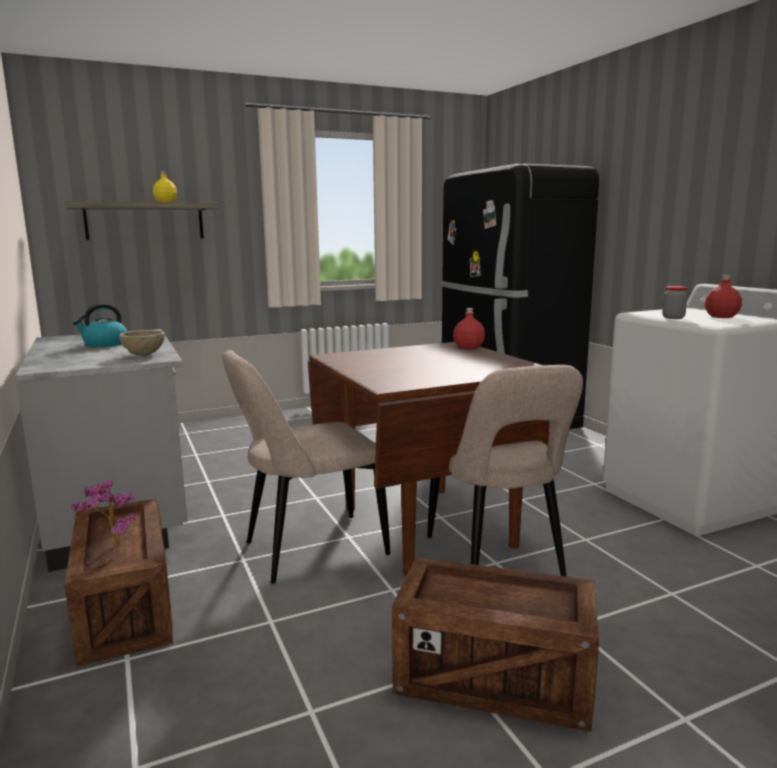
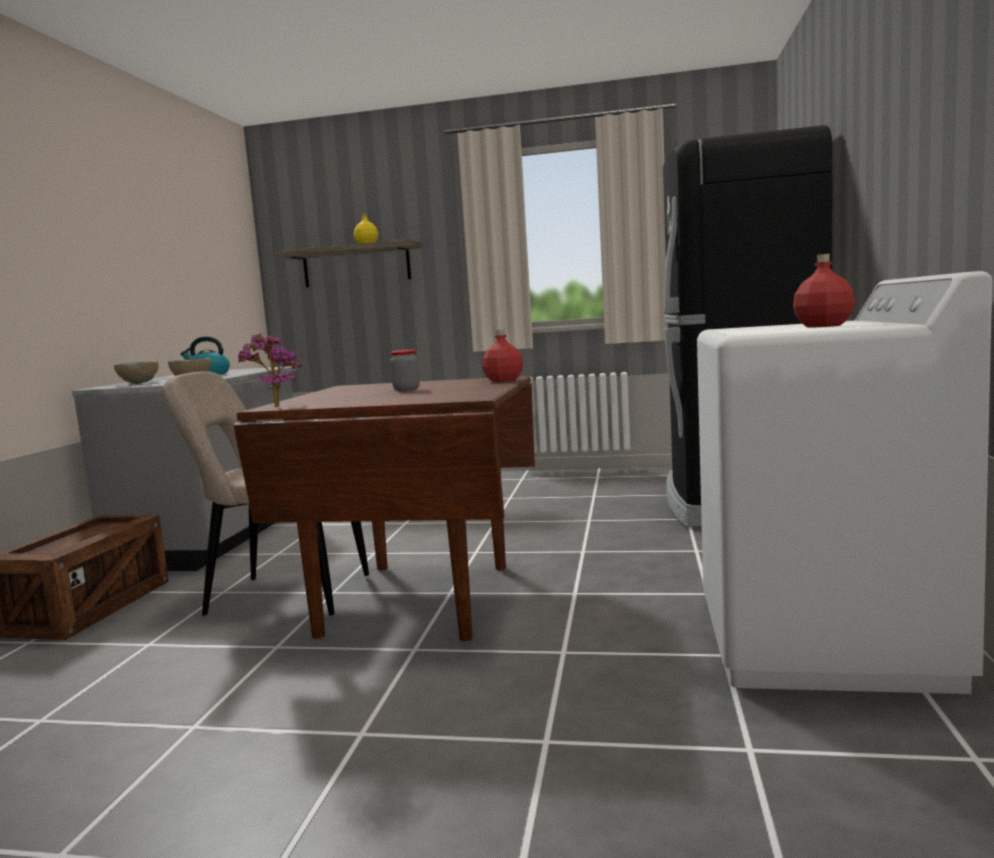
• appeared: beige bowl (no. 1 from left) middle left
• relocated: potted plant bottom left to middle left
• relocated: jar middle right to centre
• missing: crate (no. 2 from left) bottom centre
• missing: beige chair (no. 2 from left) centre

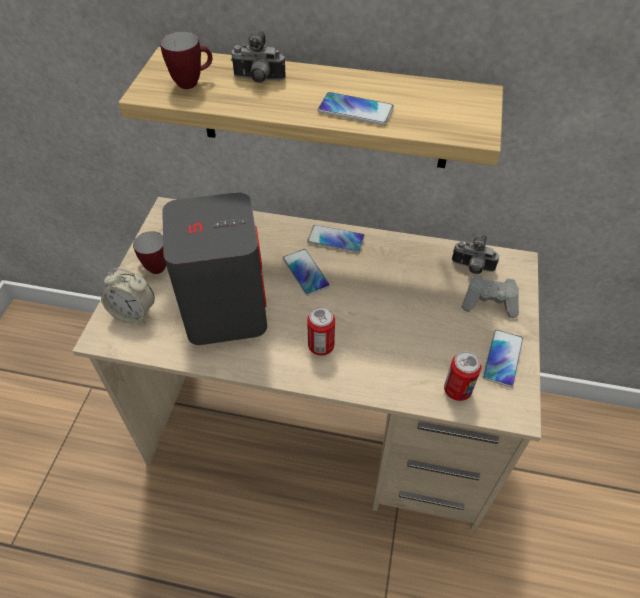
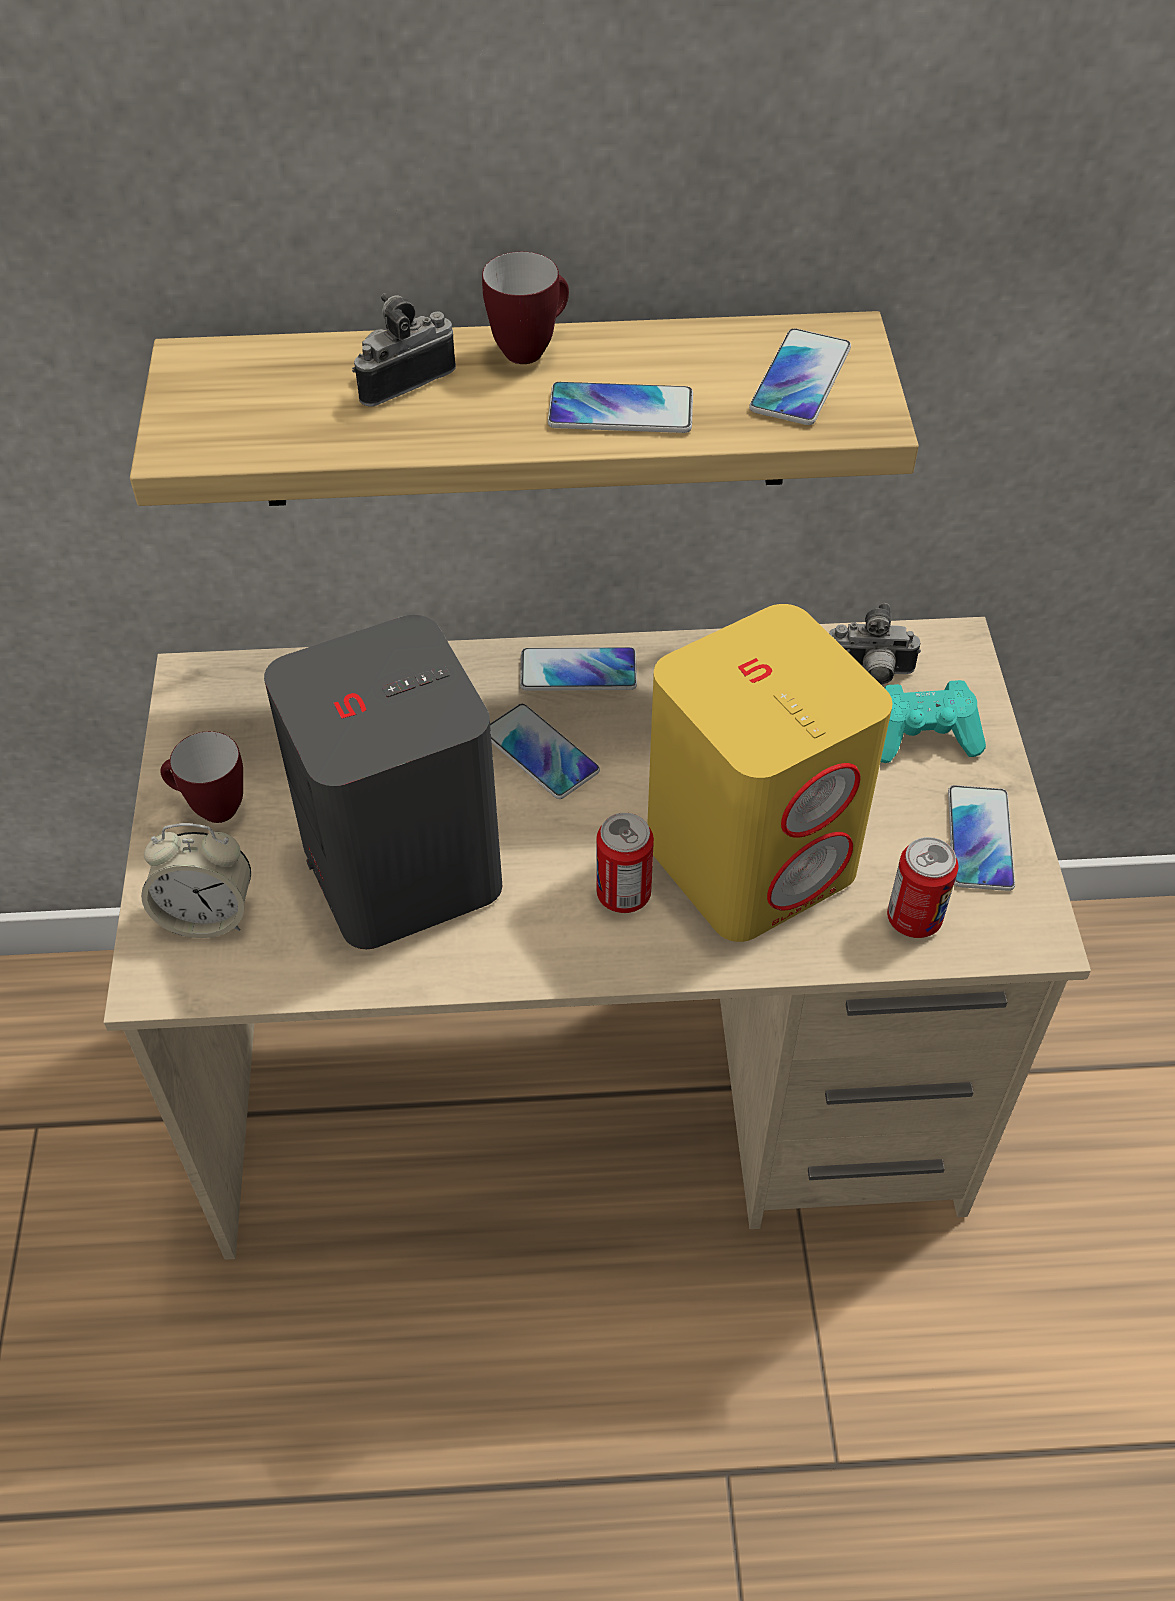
• spun: photo camera (no. 1 from left) top centre = top centre 150 degrees clockwise
• relocated: mug (no. 2 from left) top left to top centre
• appeared: yellow speaker centre
• appeared: phone (no. 4 from left) top right
• colour: grey game controller middle right to turquoise game controller middle right

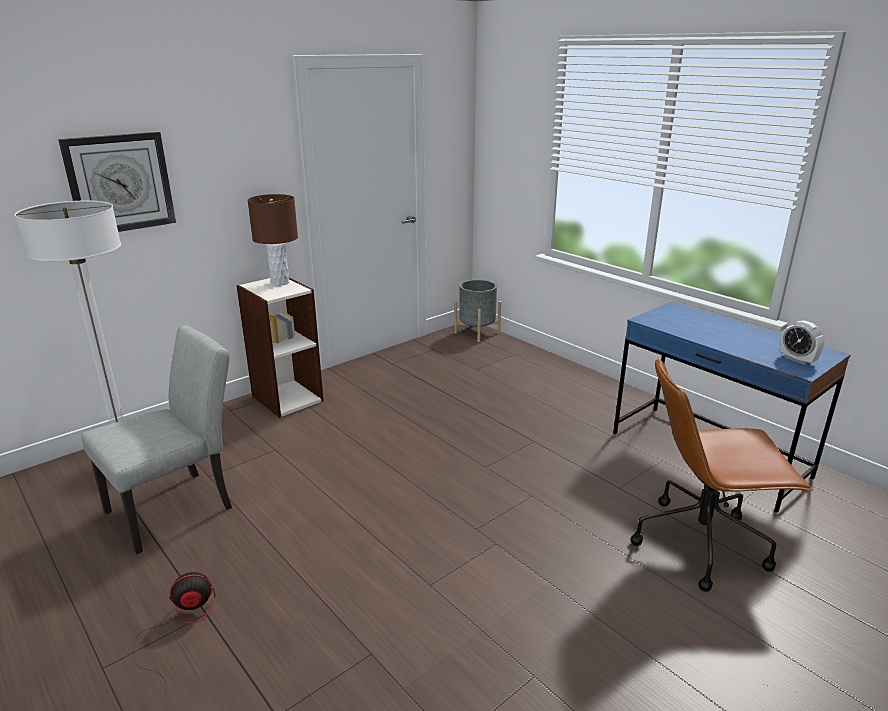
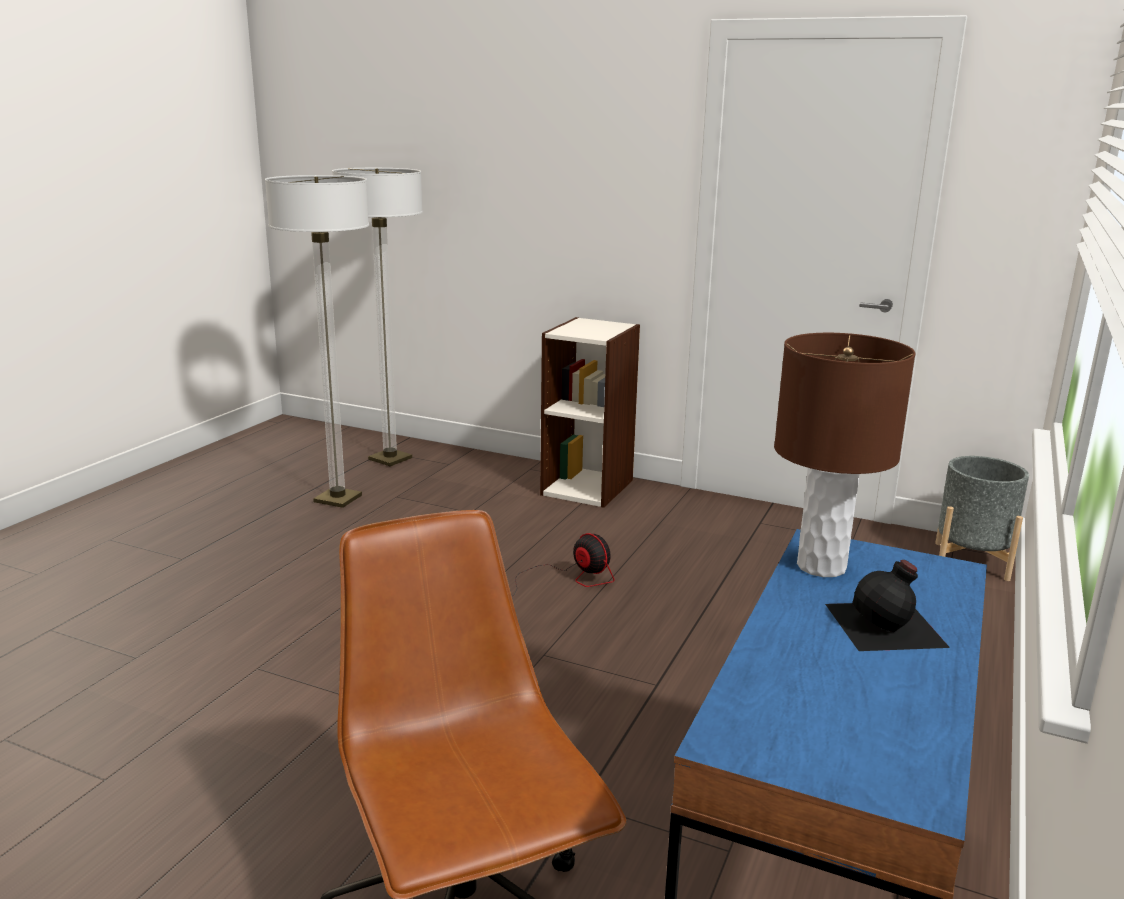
• exchanged: grey chair middle left to floor lamp (no. 1 from left) middle left
• relocated: fan bottom left to centre
• relocated: brown table lamp middle left to middle right
• appeared: black bottle bottom right
• missing: wall clock top left
• missing: alarm clock middle right

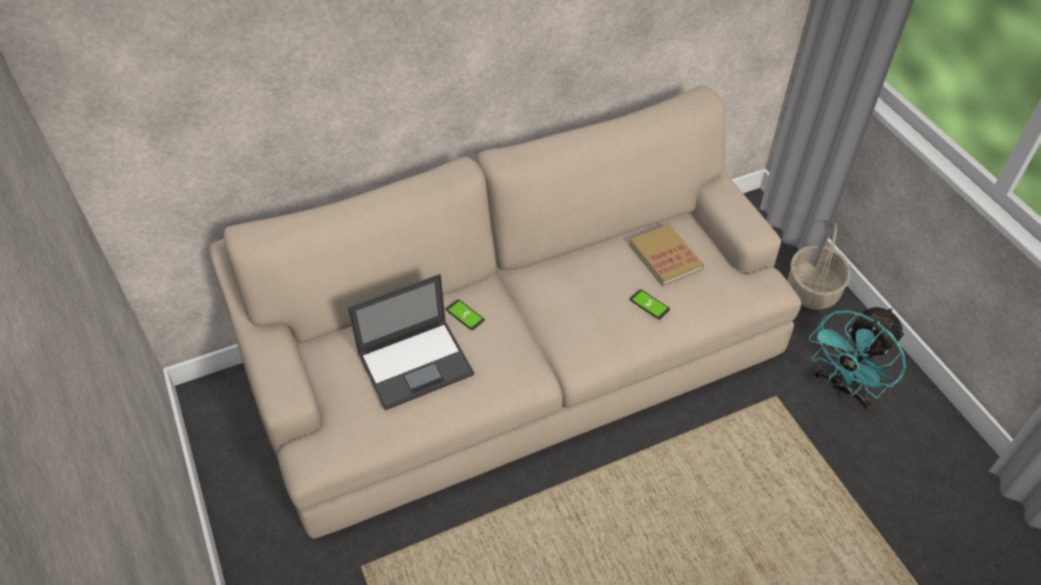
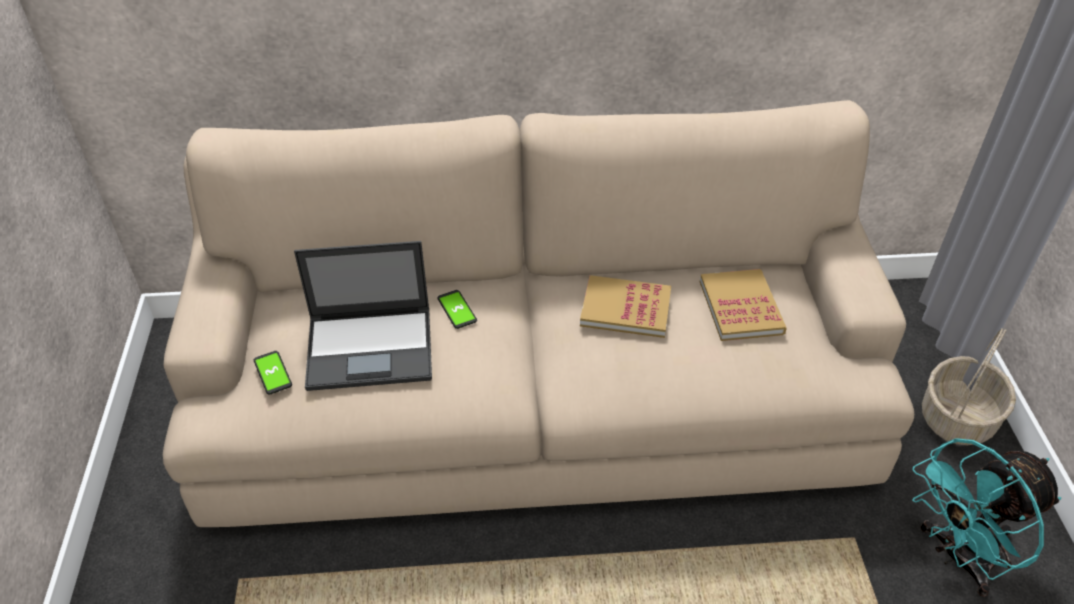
• relocated: phone (no. 2 from left in the first image) centre to phone (no. 1 from left) middle left
• appeared: book (no. 1 from left) centre

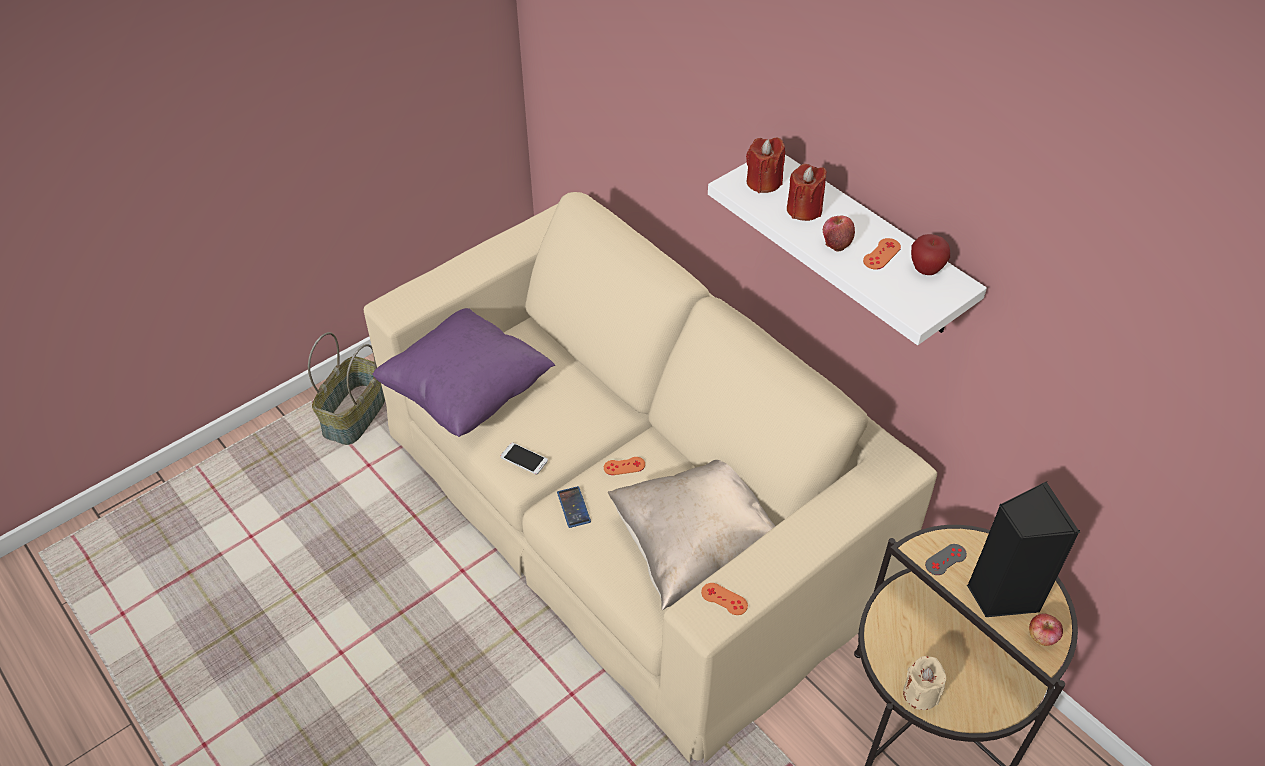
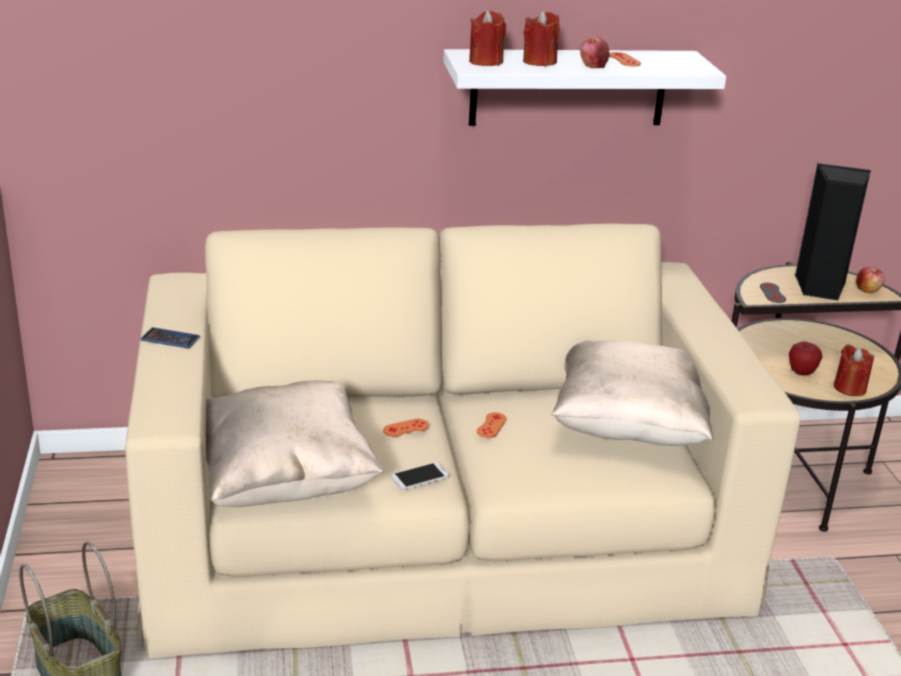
• relocated: phone (no. 2 from left in the first image) centre to phone (no. 1 from left) middle left
• colour: purple pillow centre to beige pillow (no. 1 from left) middle left
• relocated: orange game controller (no. 2 from left in the first image) bottom centre to orange game controller (no. 1 from left) centre
• relocated: apple (no. 2 from left) top right to middle right
• colour: beige candle bottom right to red candle (no. 3 from left) middle right

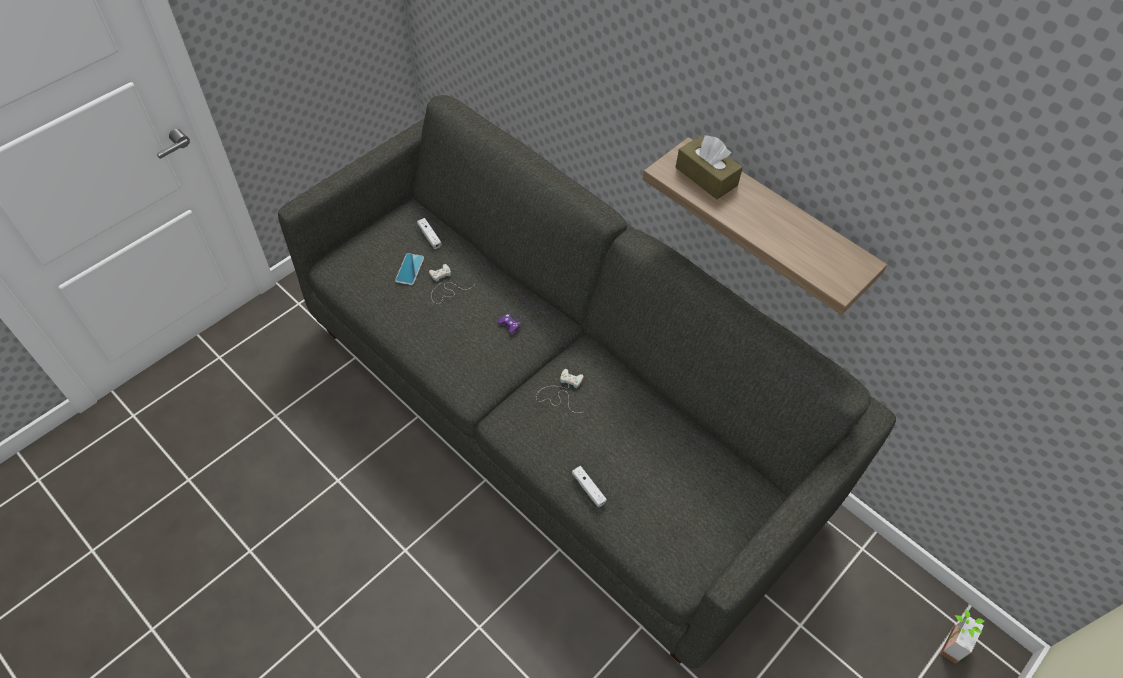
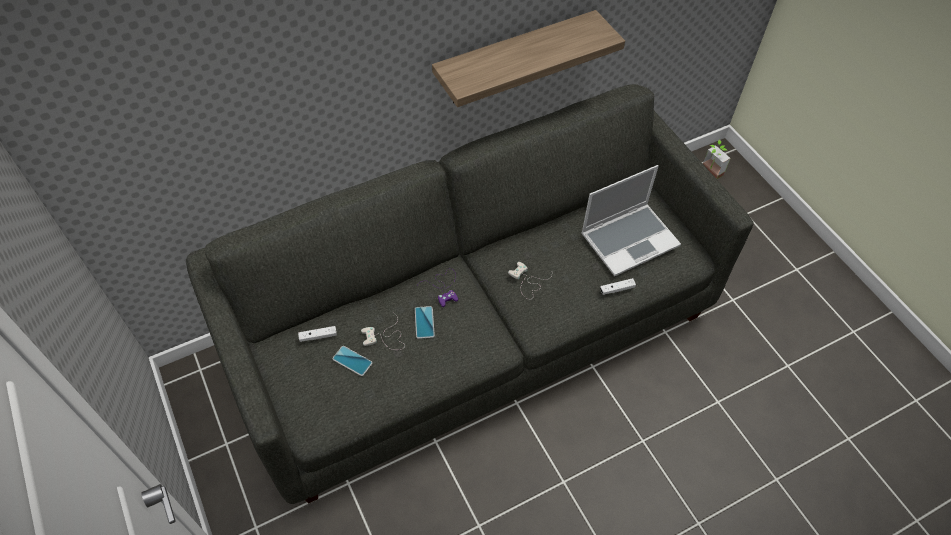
• appeared: phone (no. 2 from left) centre
• appeared: laptop centre
• missing: brown tissue box top centre

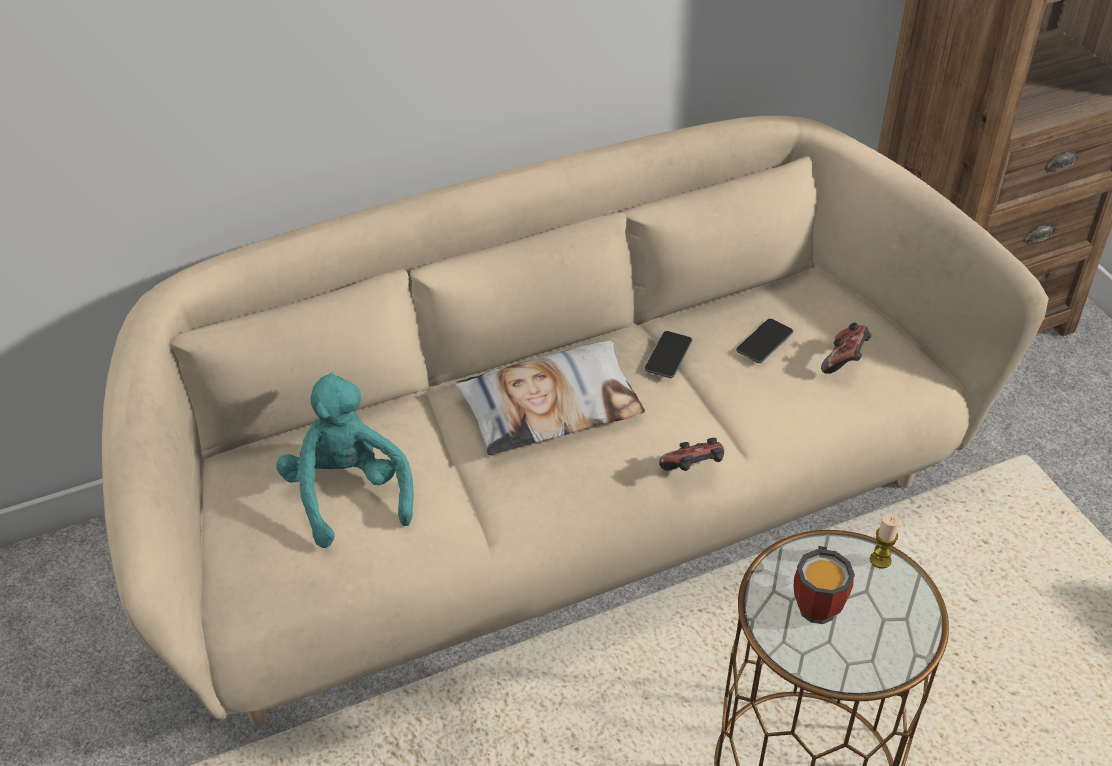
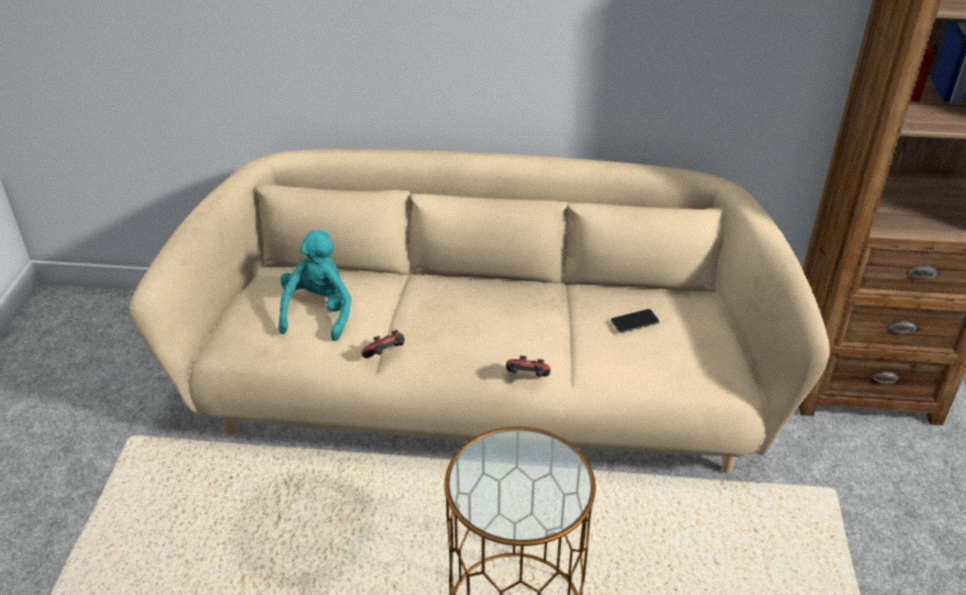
• relocated: game controller (no. 2 from left in the first image) middle right to game controller (no. 1 from left) centre
• missing: pillow centre
• missing: phone (no. 1 from left) centre
• missing: mug bottom right
• missing: candle bottom right

